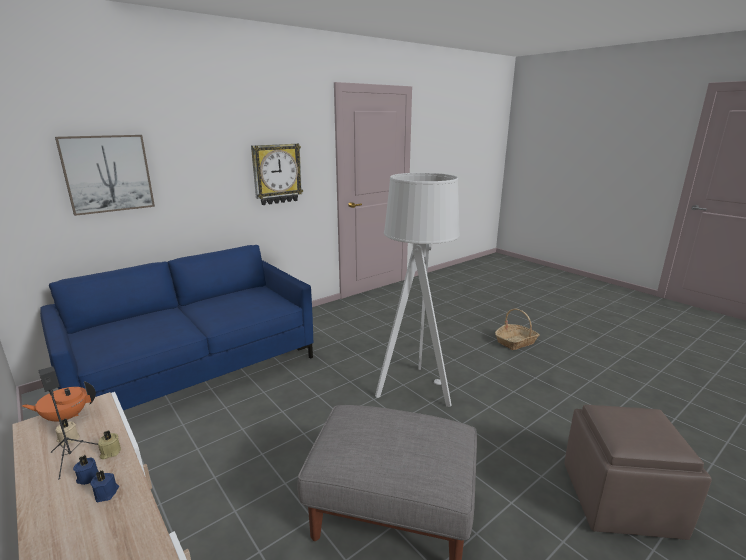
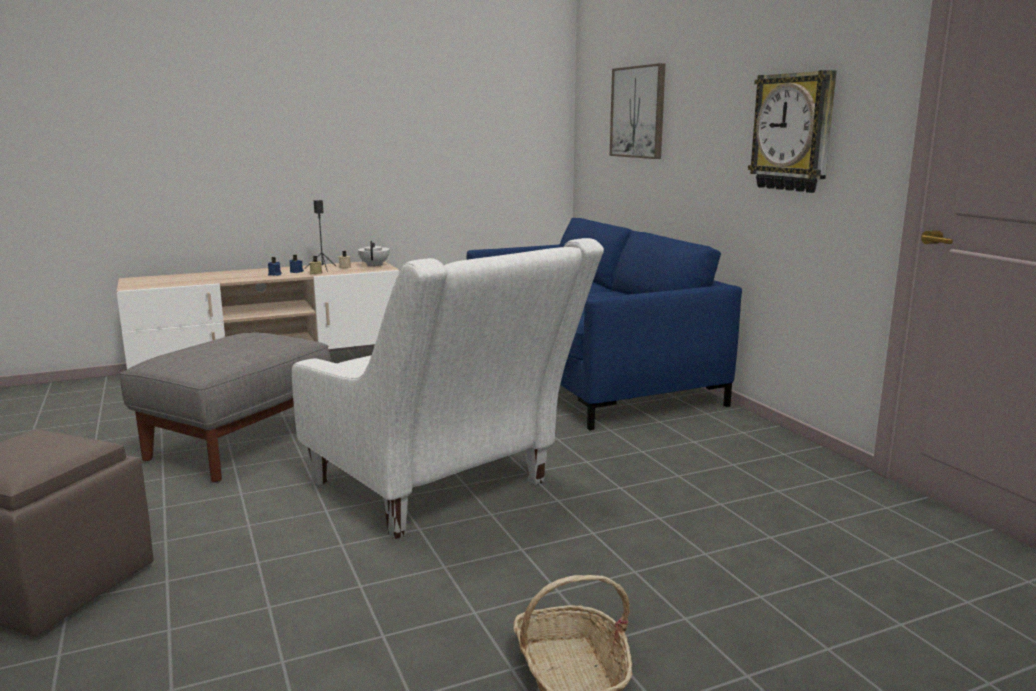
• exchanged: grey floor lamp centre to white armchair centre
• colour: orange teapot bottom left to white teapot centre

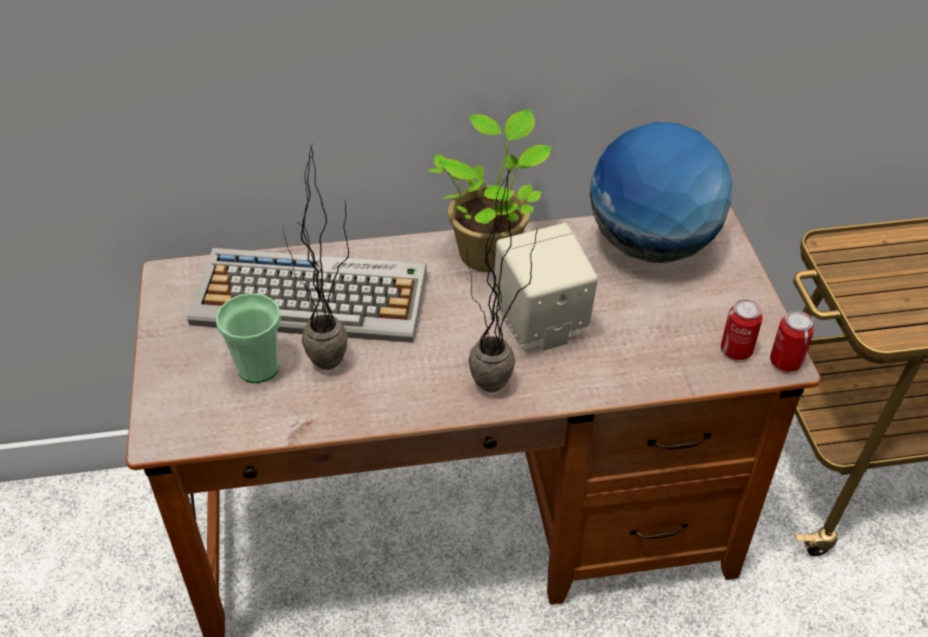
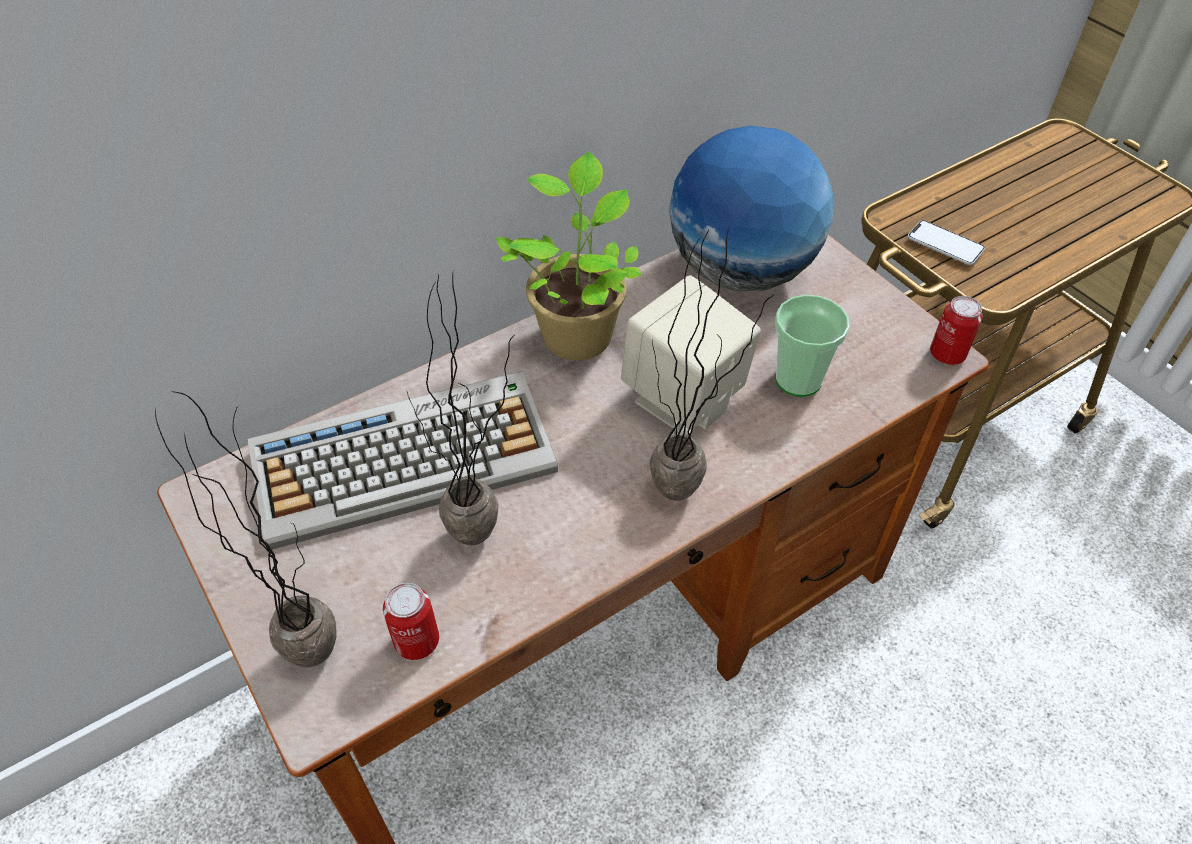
• appeared: potted plant (no. 1 from left) middle left
• relocated: can (no. 1 from left) middle right to bottom centre
• relocated: cup middle left to middle right
• appeared: phone top right

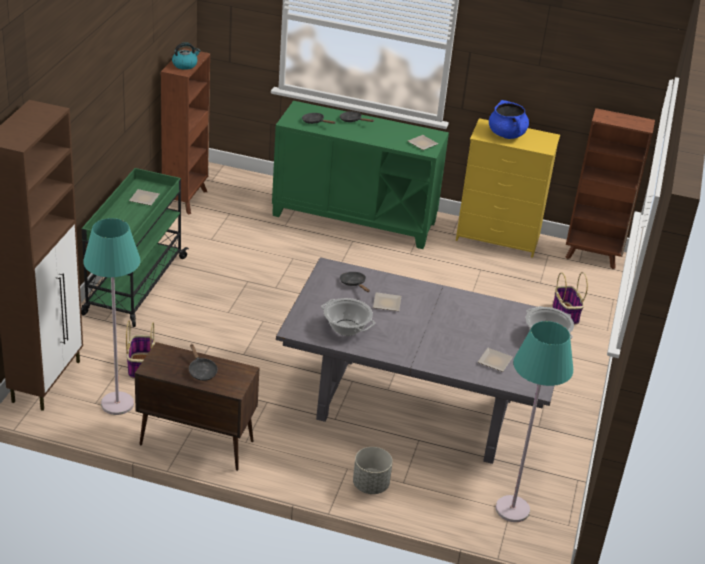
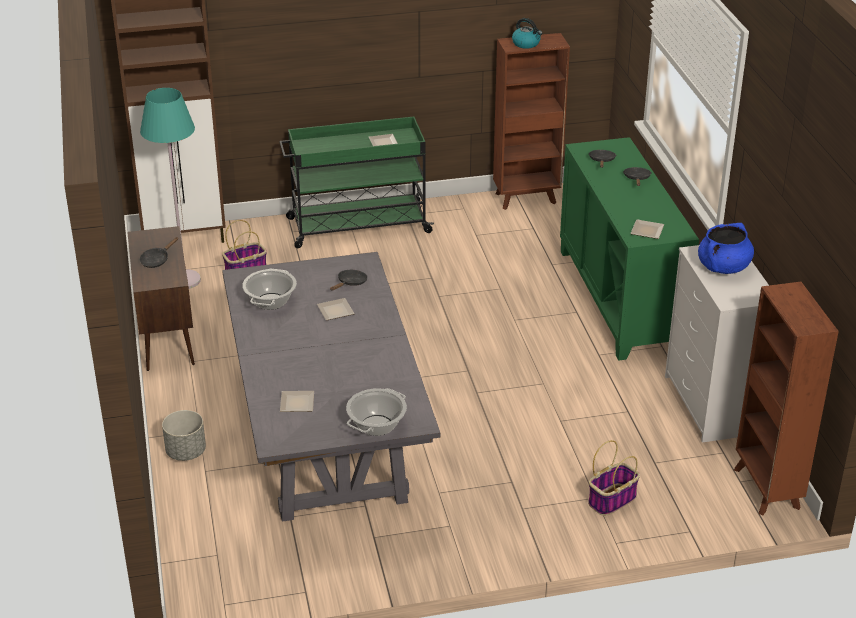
• colour: yellow dresser middle right to white dresser middle right
• missing: turquoise floor lamp (no. 2 from left) bottom right

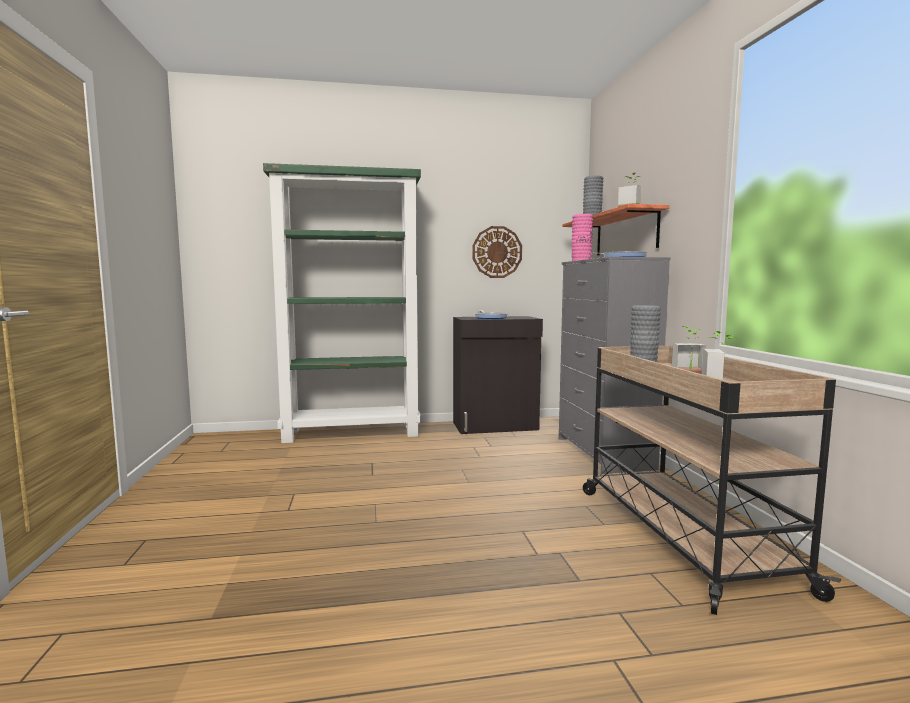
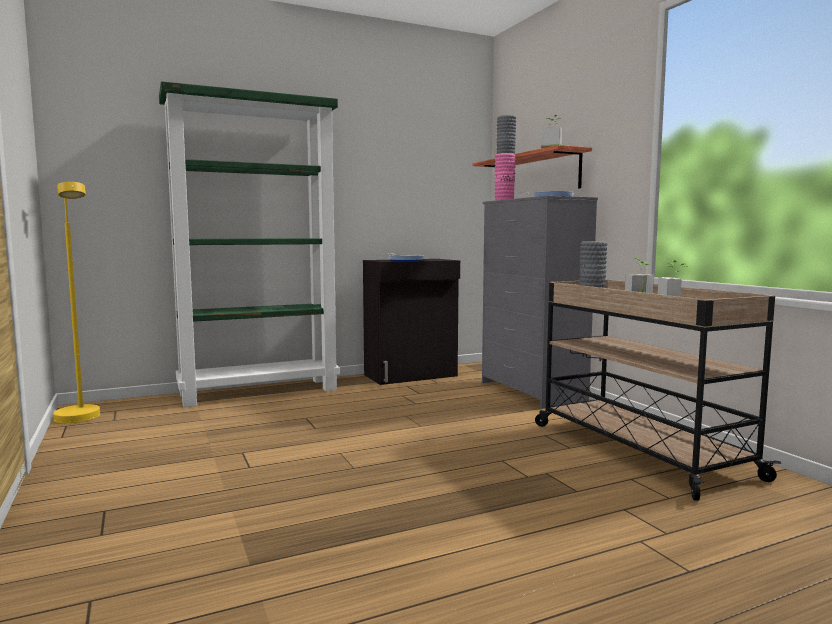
• appeared: yellow floor lamp middle left
• missing: wall clock centre

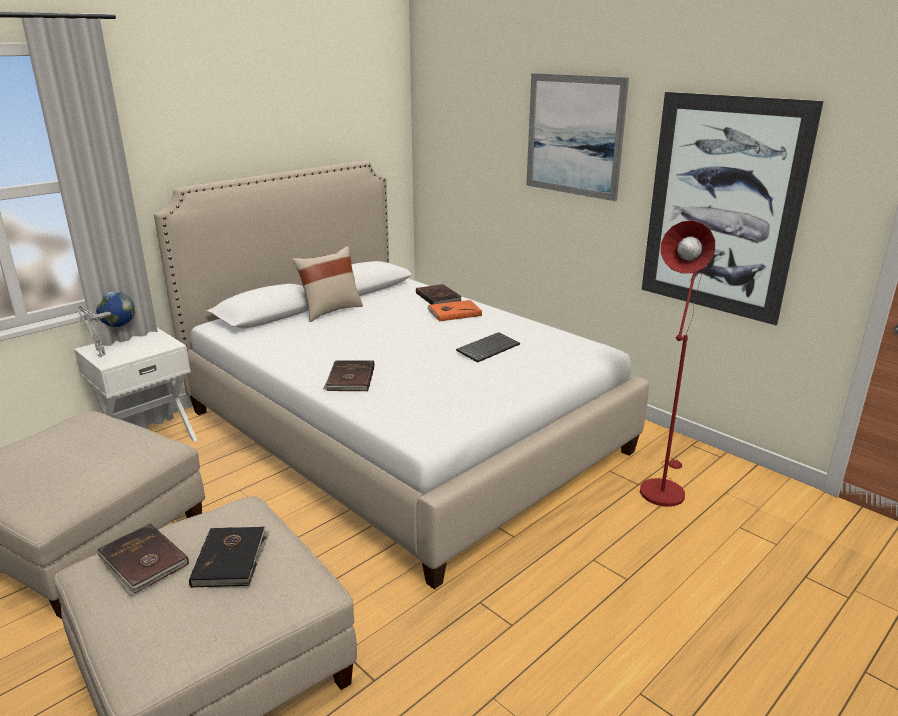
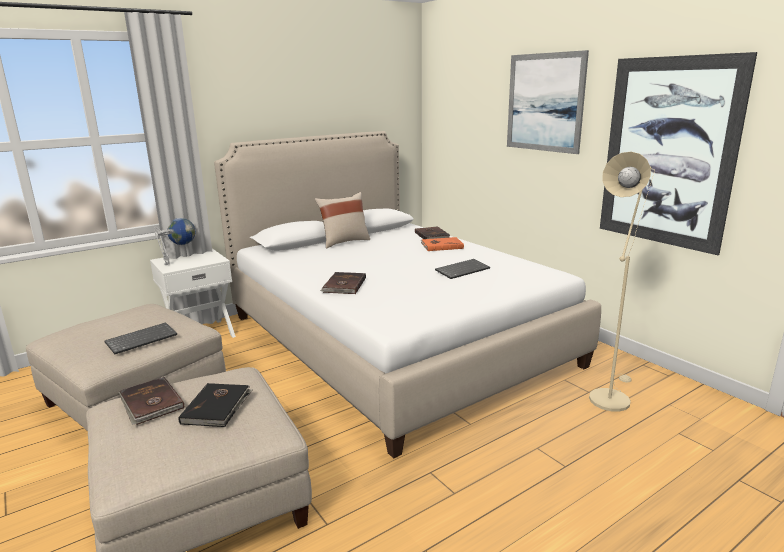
• appeared: keyboard (no. 1 from left) middle left
• colour: red floor lamp middle right to beige floor lamp middle right

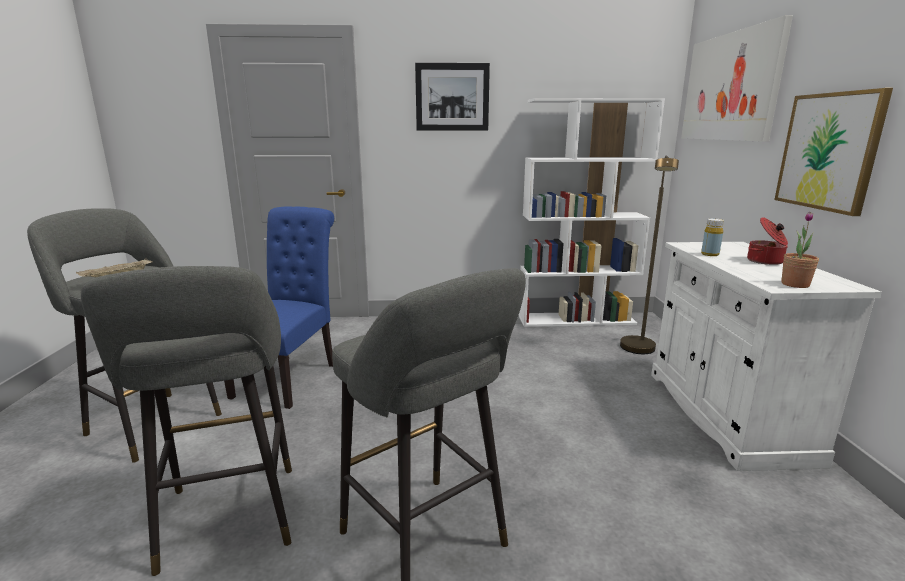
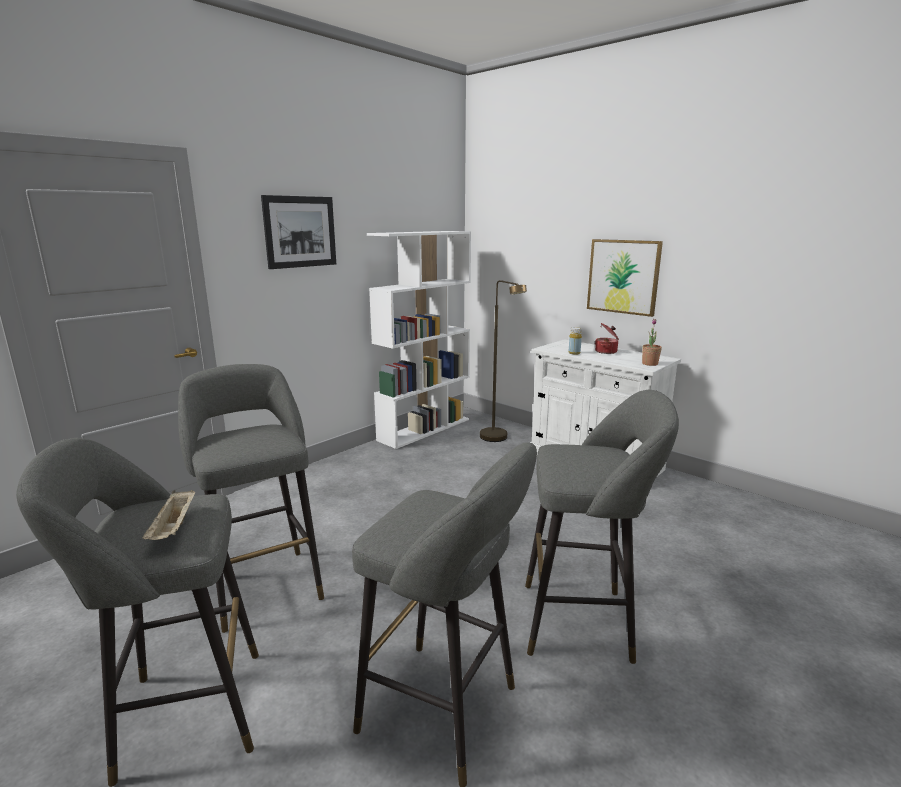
• exchanged: blue chair middle left to grey stool (no. 2 from left) middle left
• missing: picture (no. 2 from left) top right

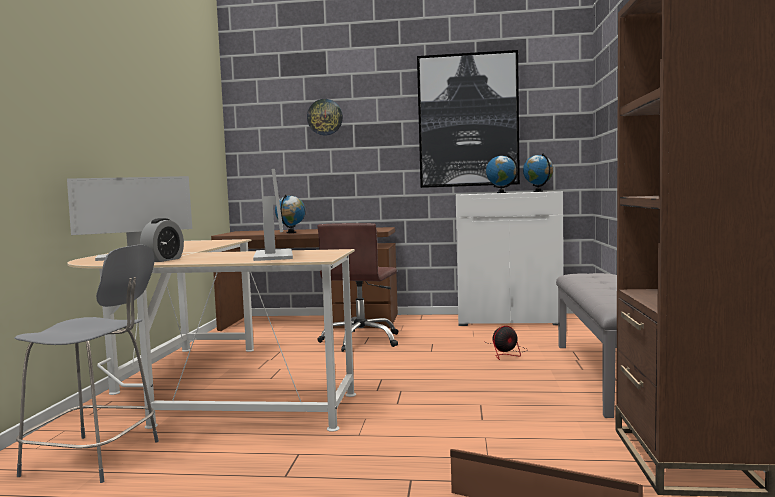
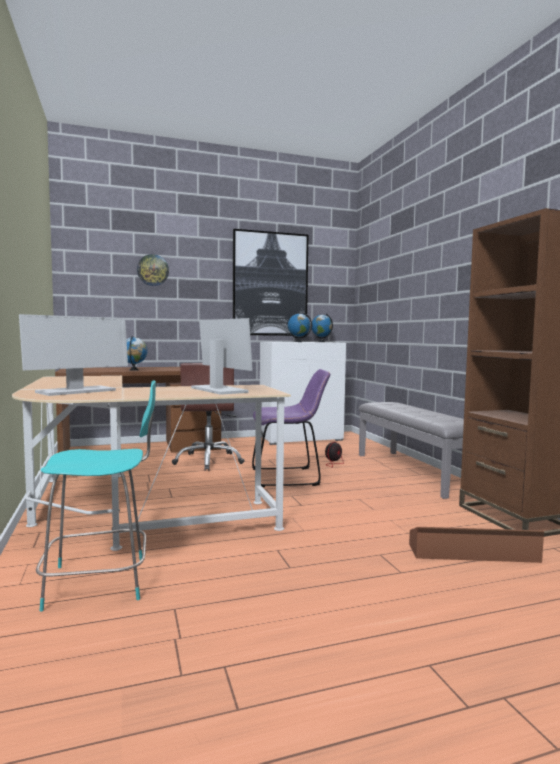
• colour: grey chair bottom left to turquoise chair middle left
• appeared: purple chair centre
• missing: alarm clock middle left

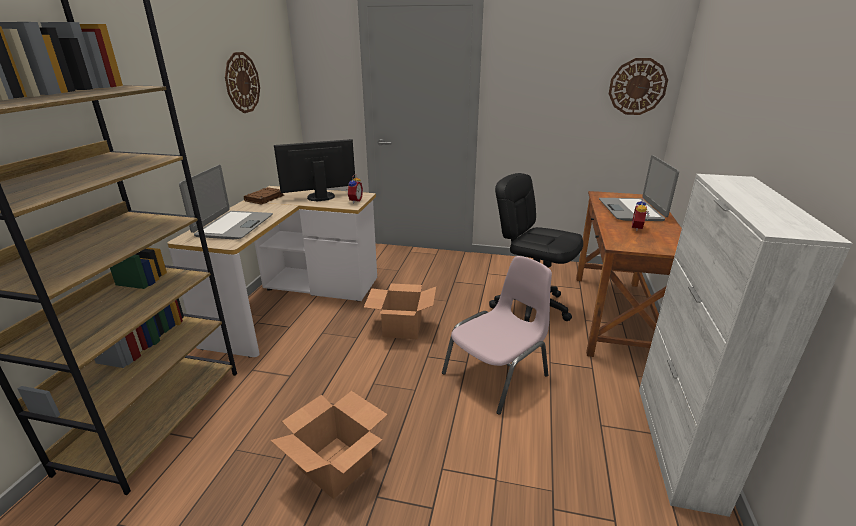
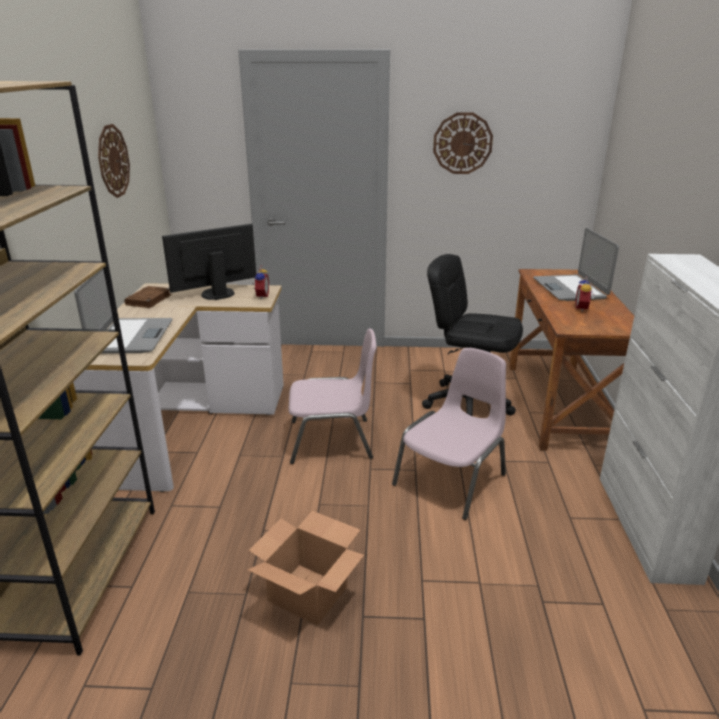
• exchanged: cardboard box (no. 2 from left) centre to pink chair (no. 1 from left) centre
• relocated: wall clock (no. 2 from left) top right to top centre

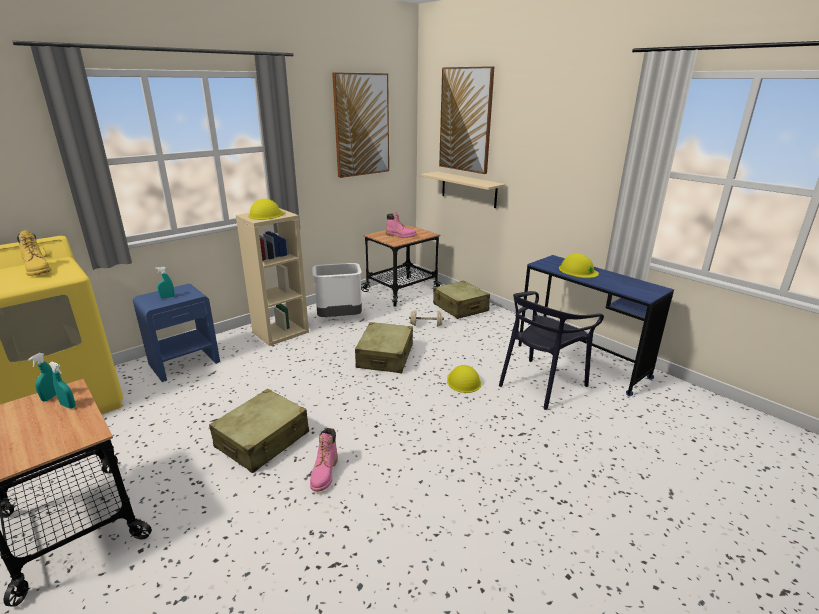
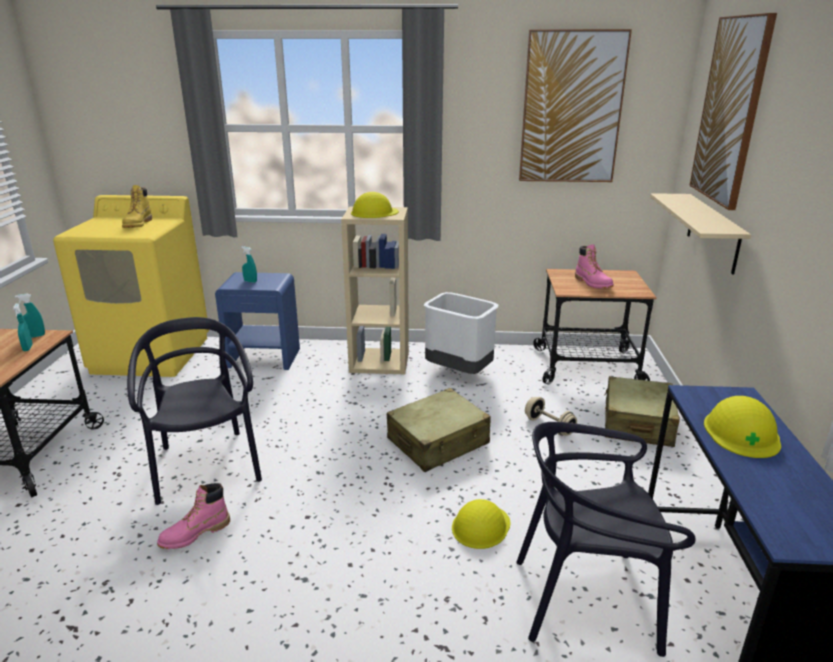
• exchanged: beige suitcase (no. 1 from left) bottom left to black chair (no. 1 from left) middle left

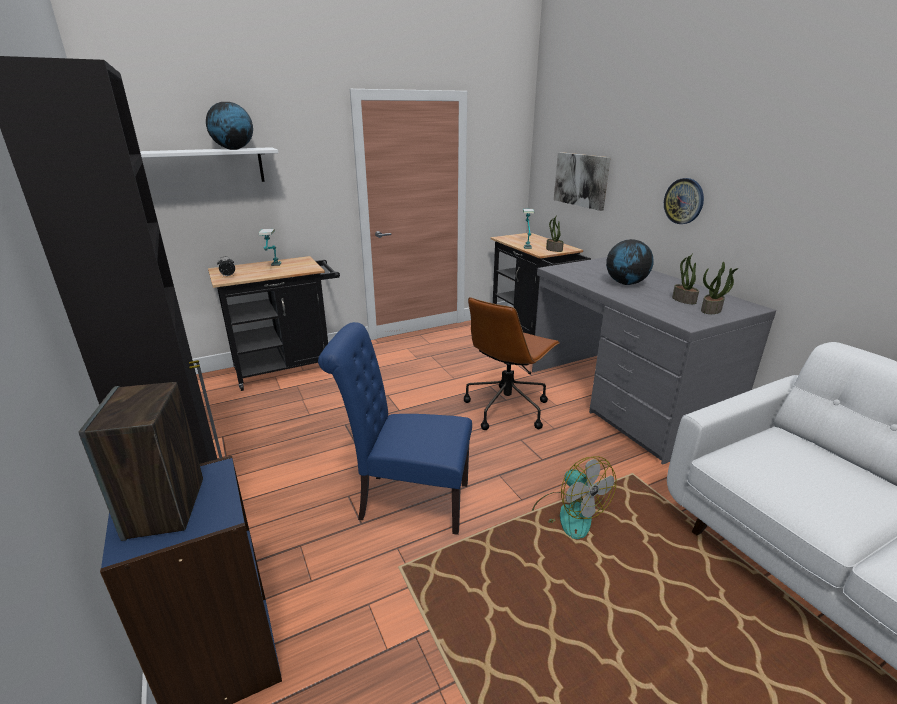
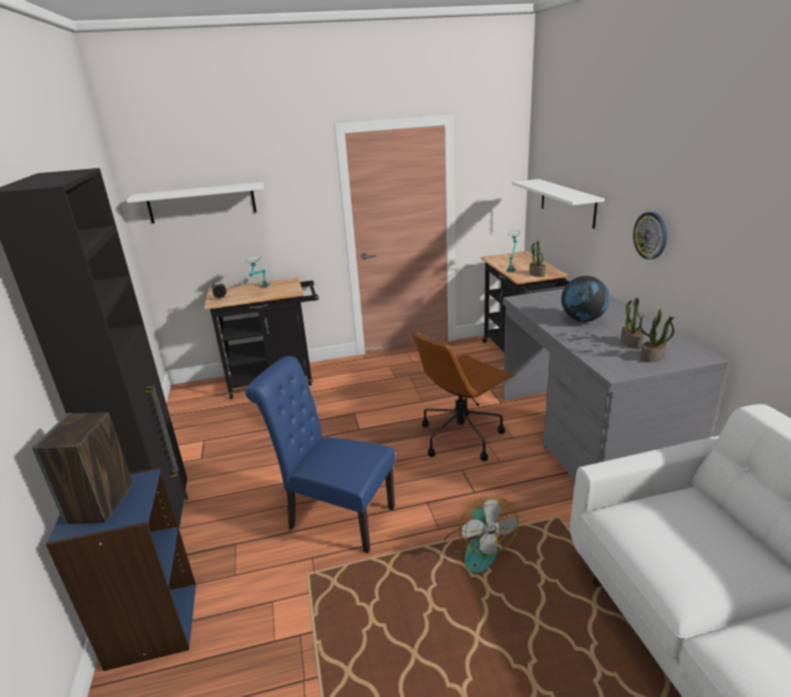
• exchanged: picture top centre to white shelf (no. 2 from left) top right
• missing: globe (no. 1 from left) top left

